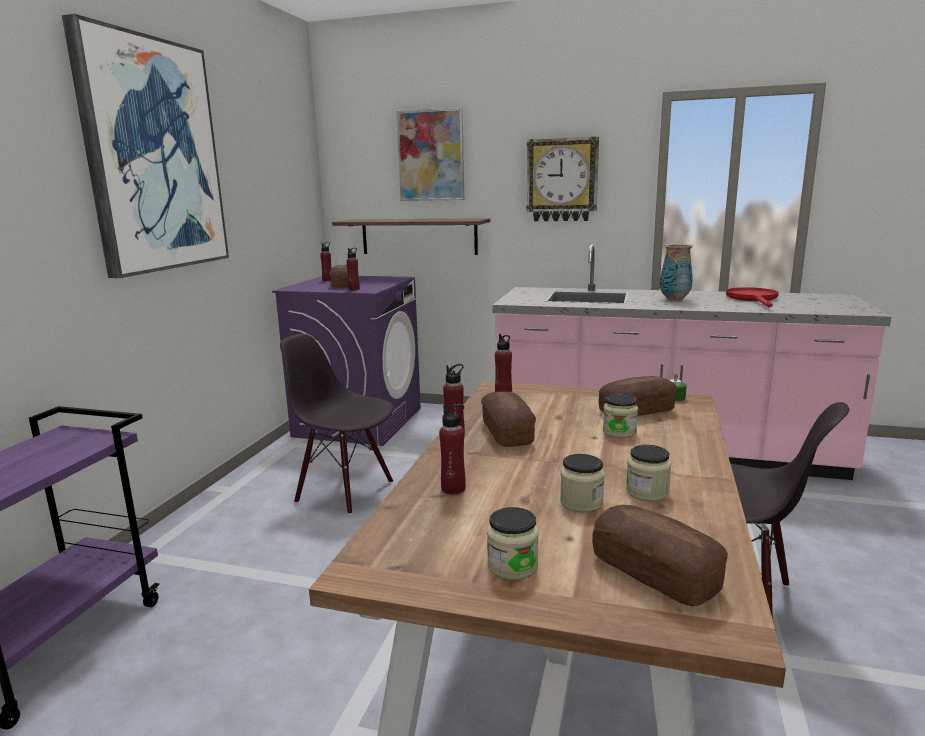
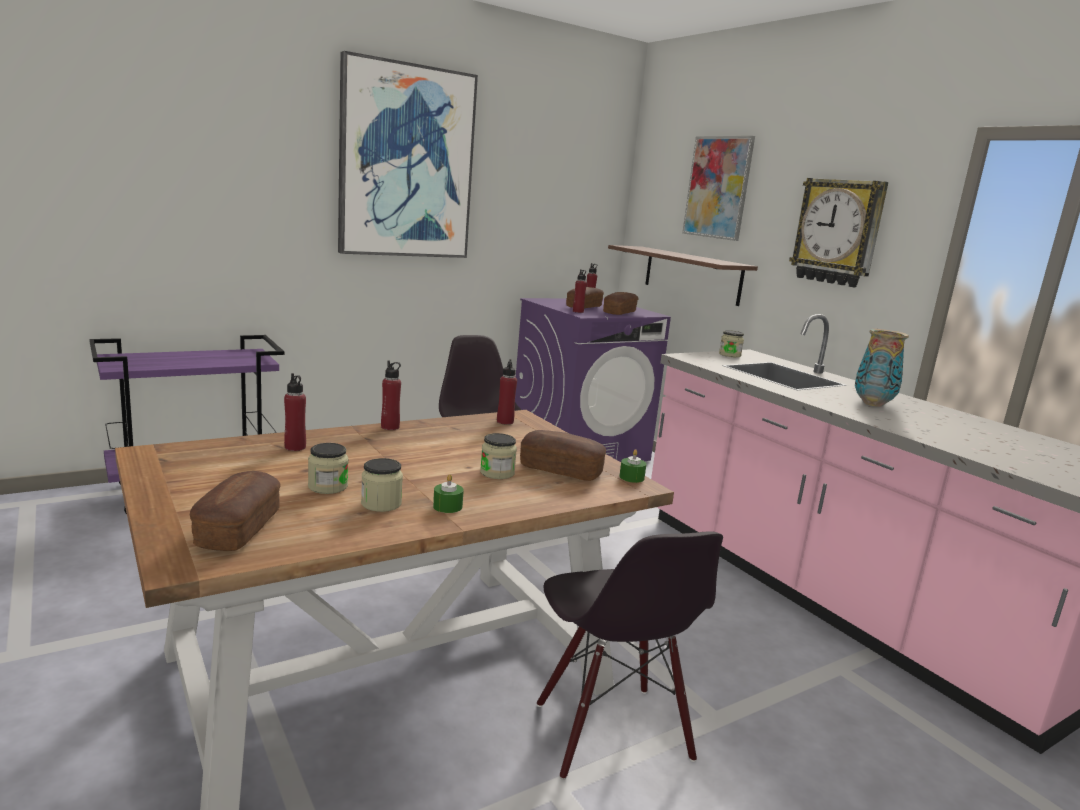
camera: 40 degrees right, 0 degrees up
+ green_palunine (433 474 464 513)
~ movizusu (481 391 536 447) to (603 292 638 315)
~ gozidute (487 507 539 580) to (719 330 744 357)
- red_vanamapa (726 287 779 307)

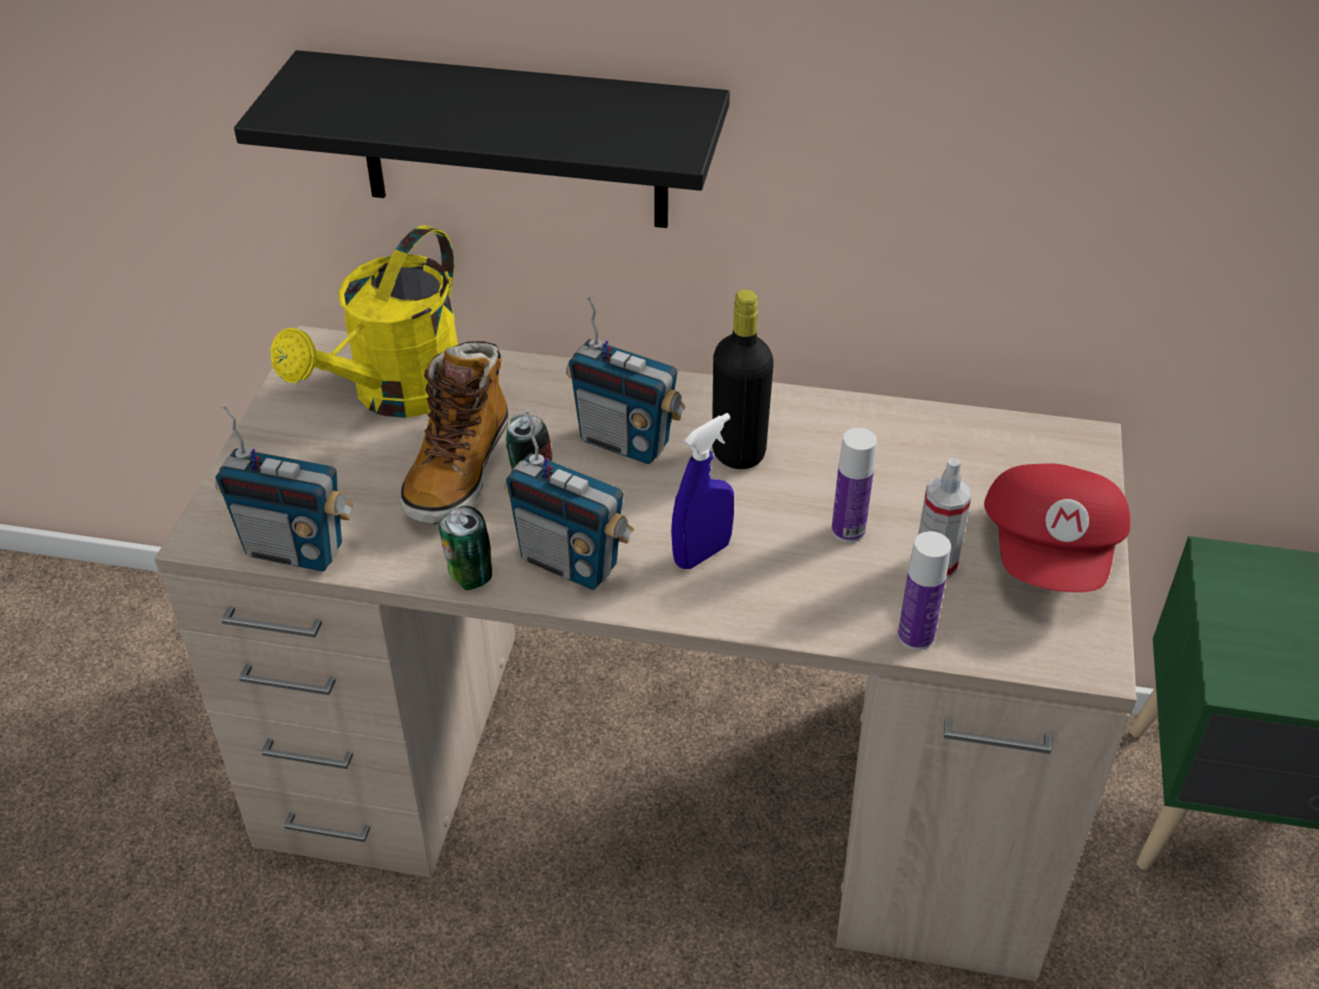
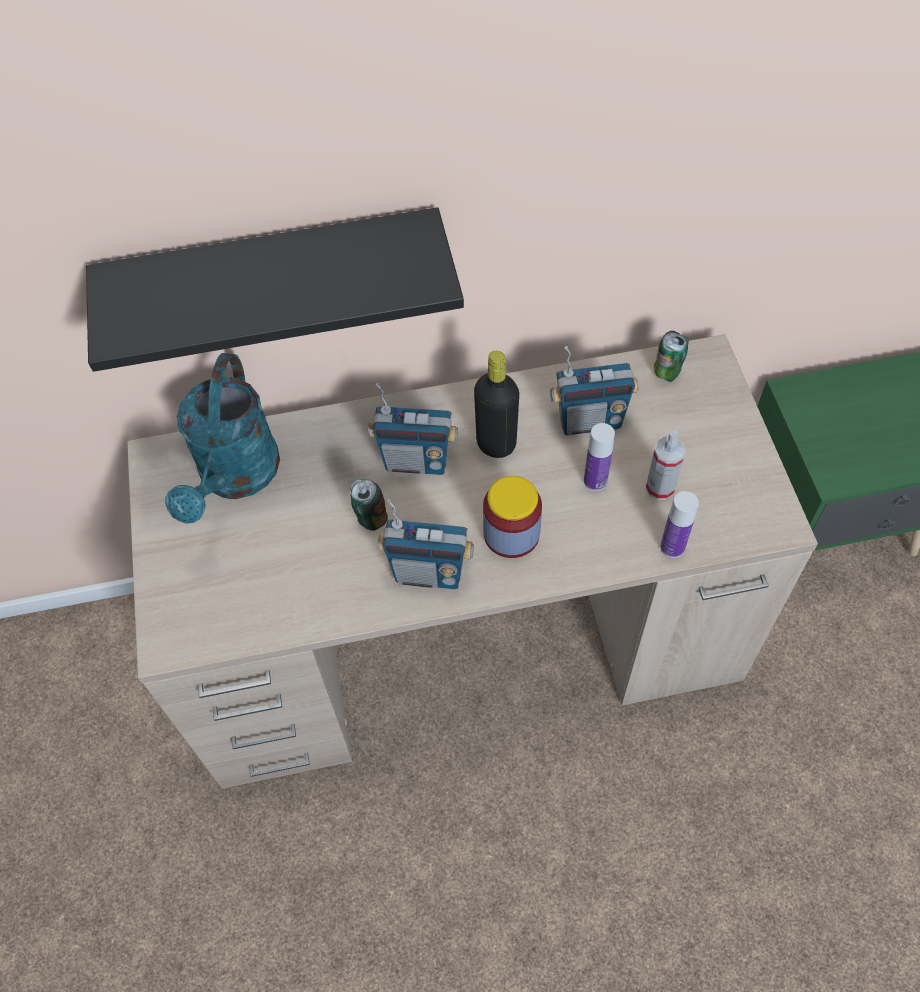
camera: 20 degrees left, 15 degrees up
~ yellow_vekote (270 225 458 418) to turquoise_vekote (165 353 280 524)
~ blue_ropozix (671 413 734 569) to gozidute (483 476 542 558)
~ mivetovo (215 404 353 571) to (550 346 639 435)
~ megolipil (439 506 492 590) to (654 331 689 382)
- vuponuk (400 341 509 525)
- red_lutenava (984 463 1130 592)

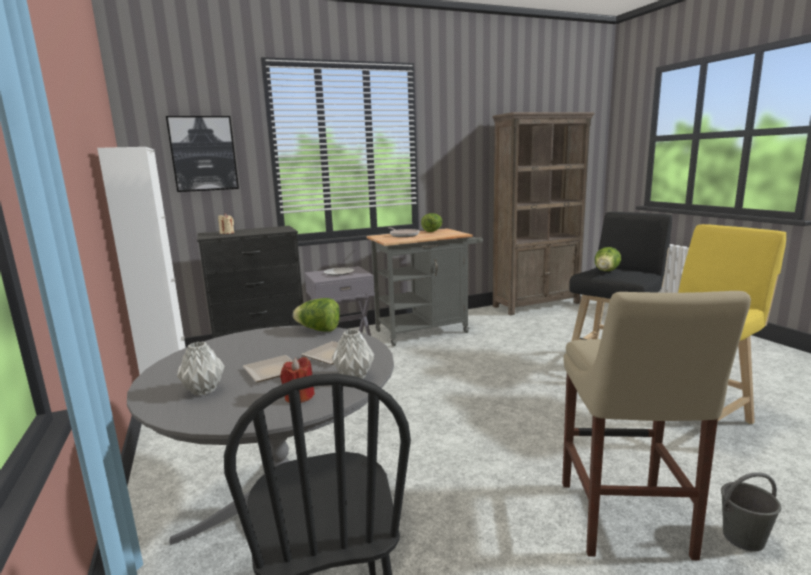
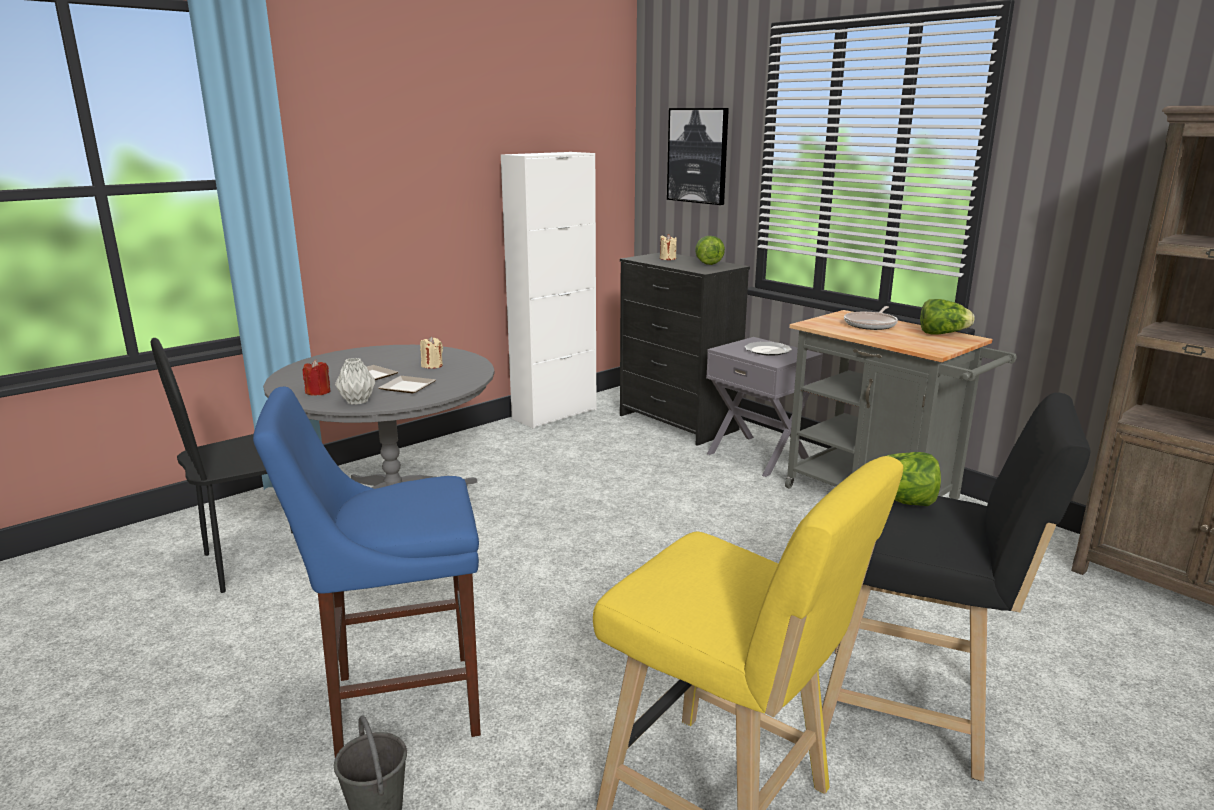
camera: 70 degrees right, 5 degrees up
~ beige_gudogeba (562 291 751 561) to blue_gudogeba (253 387 481 758)
+ beige_palunine (420 336 443 369)
~ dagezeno (293 298 340 332) to (695 236 725 265)
- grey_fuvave (177 342 225 396)

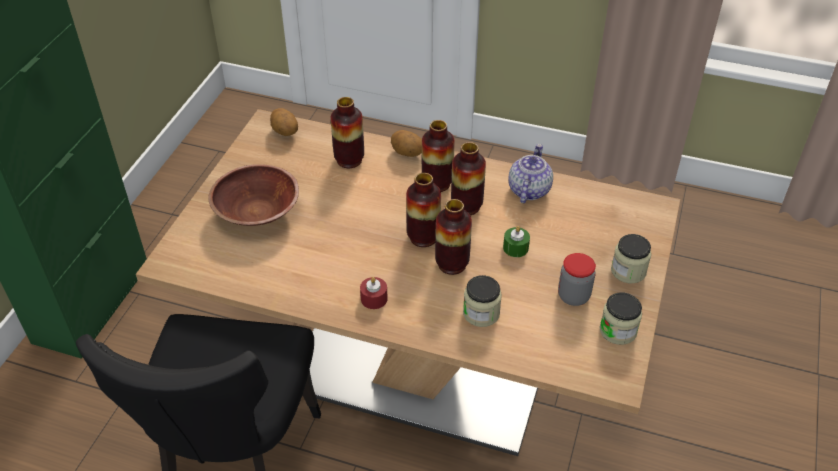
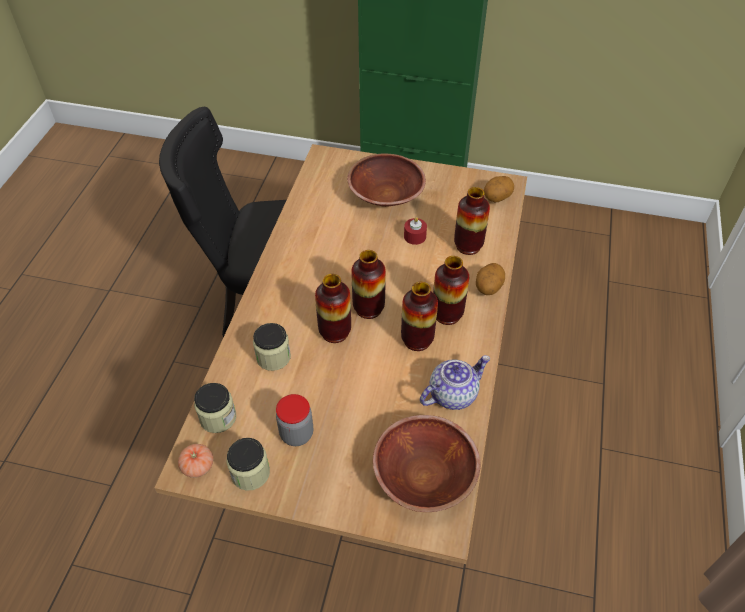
camera: 85 degrees right, 5 degrees up
+ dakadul (178 444 213 478)
~ gozidute (611 234 651 283) to (194 383 236 433)
+ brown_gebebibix (373 415 480 512)
~ red_palunine (360 277 388 309) to (404 217 427 245)
~ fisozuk (508 144 553 203) = (420 355 490 410) 45 degrees counterclockwise
- green_palunine (503 226 530 257)

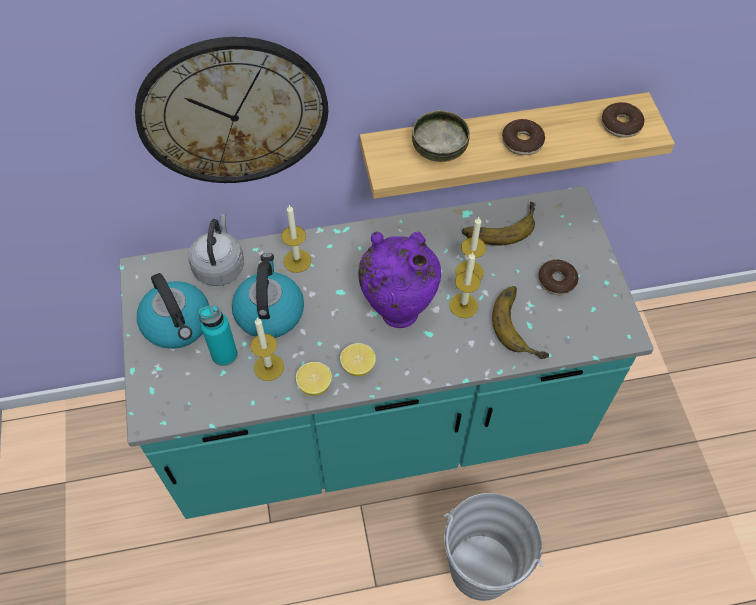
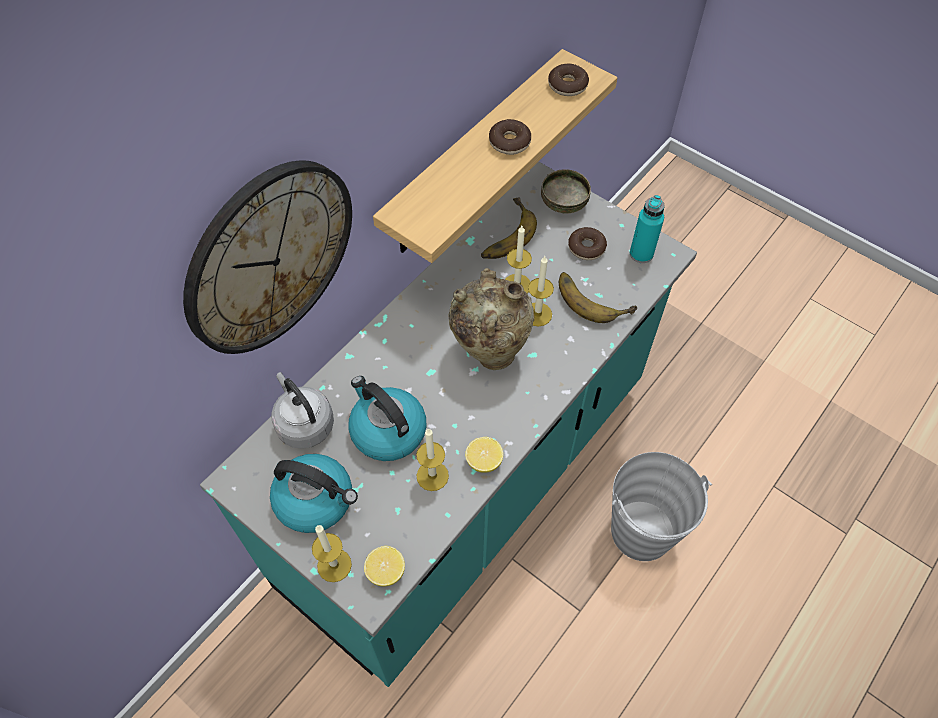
camera: 40 degrees left, 0 degrees up
~ palunine (281 205 311 273) to (312 525 352 582)
~ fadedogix (340 343 376 376) to (364 546 405 586)
~ purple_fuvave (358 232 441 328) to beige_fuvave (449 268 534 370)
~ gebebibix (412 110 470 162) to (541 169 591 213)
~ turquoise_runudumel (199 305 238 366) to (630 195 665 263)

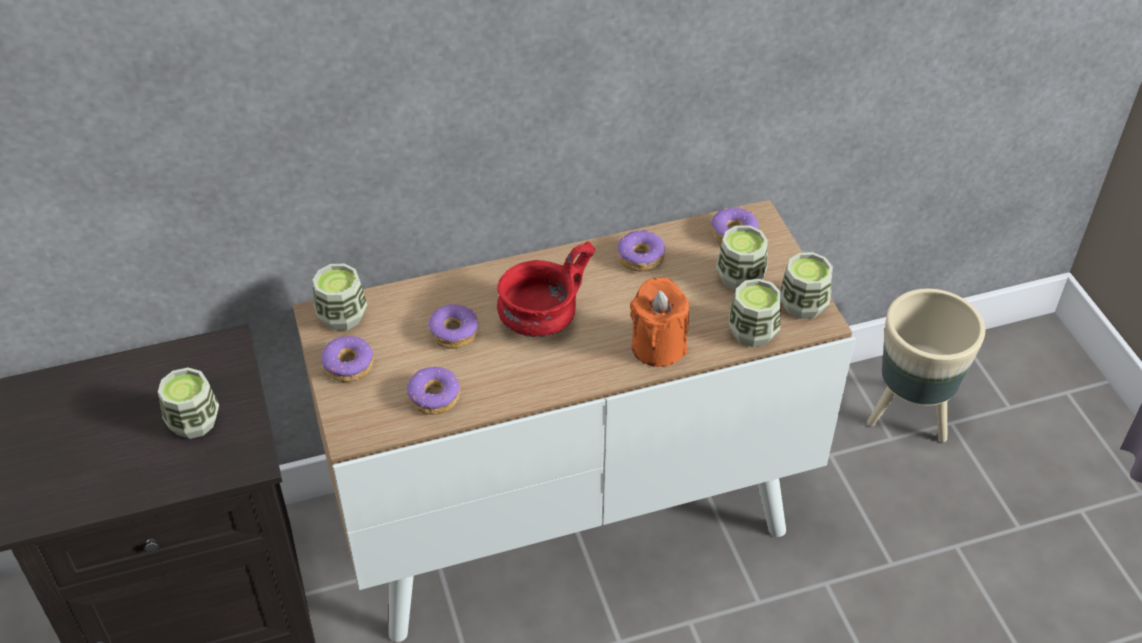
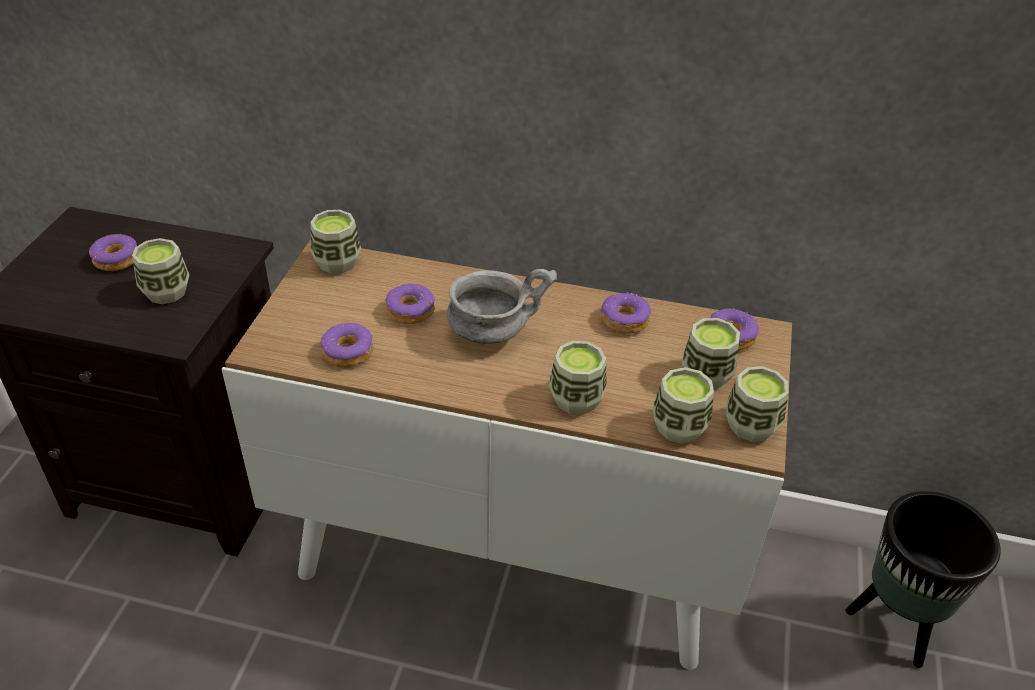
camera: 30 degrees right, 5 degrees down
~ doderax (321 336 374 382) to (89 234 137 271)
~ red_gebebibix (497 242 596 337) to grey_gebebibix (447 269 557 344)
~ orange_palunine (630 278 689 367) to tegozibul (549 341 607 415)
~ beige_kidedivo (867 288 985 442) to black_kidedivo (846 491 1001 668)

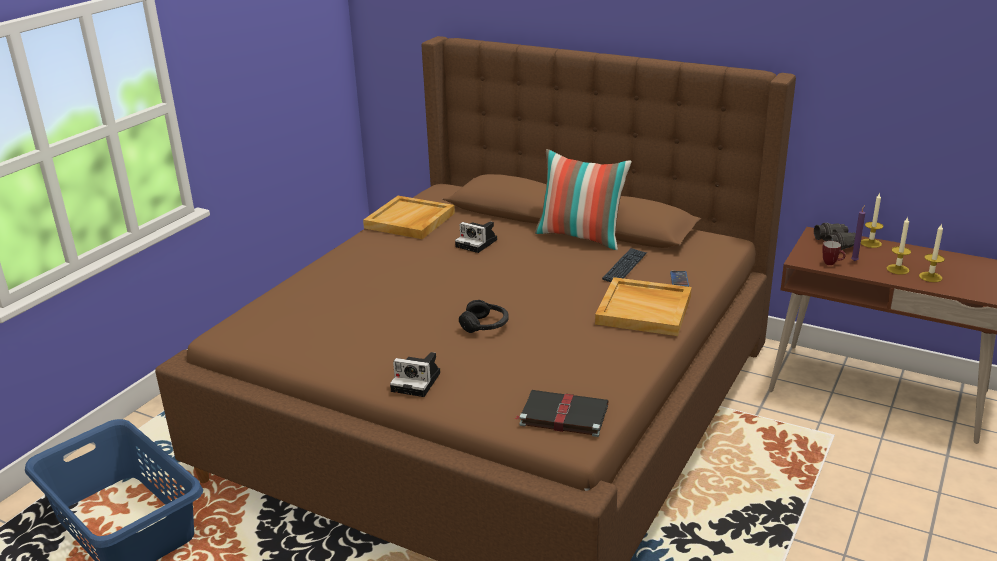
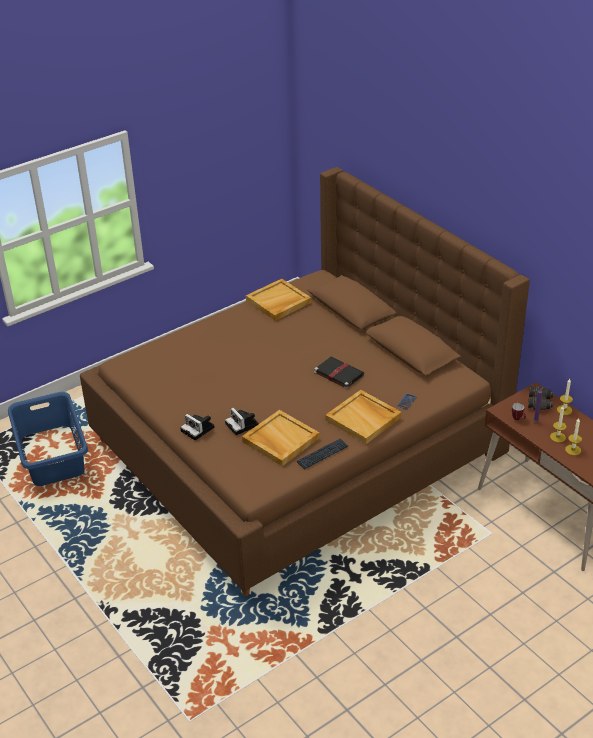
camera: 25 degrees right, 10 degrees up
~ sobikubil (455 221 497 253) to (225 408 259 435)
+ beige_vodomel (242 410 319 466)
~ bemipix (602 248 647 282) to (297 438 348 469)
~ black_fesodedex (515 390 608 437) to (314 357 364 389)
- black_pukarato (459 300 509 333)
- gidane (535 149 632 250)

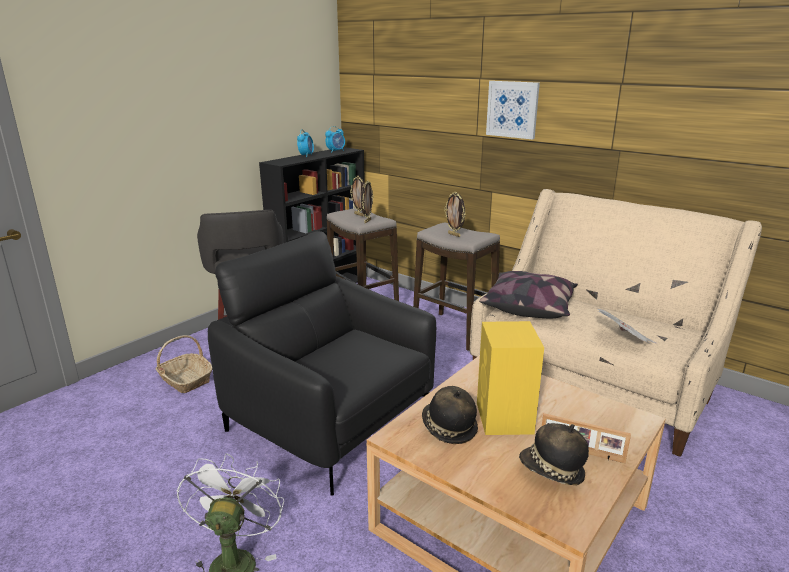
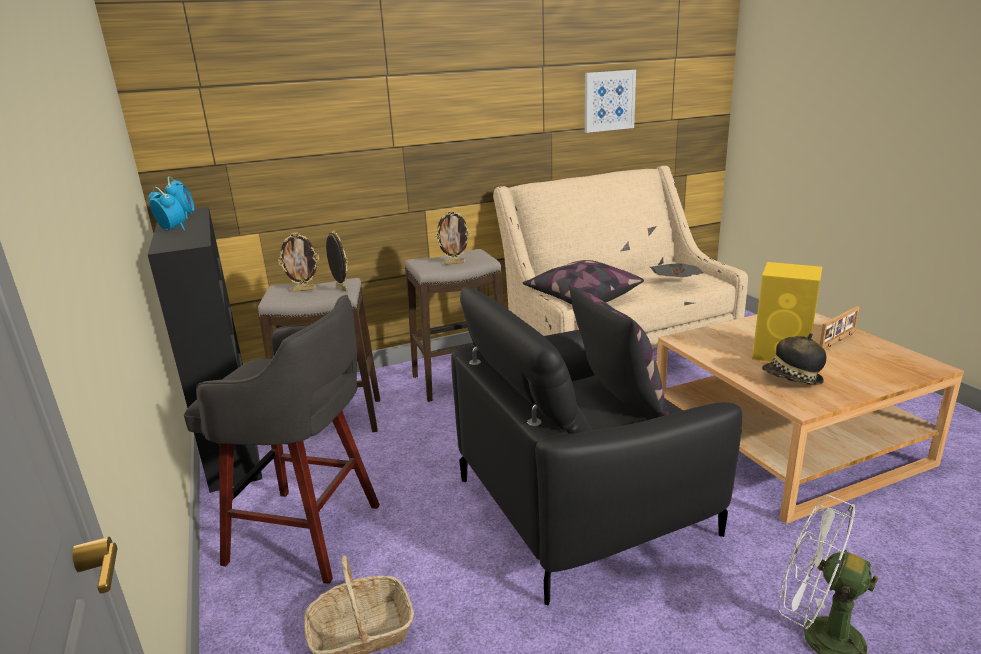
camera: 60 degrees left, 0 degrees up
+ gidane (569 284 669 418)
~ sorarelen (486 81 540 139) to (585 70 636 133)
- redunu (519 423 589 485)

